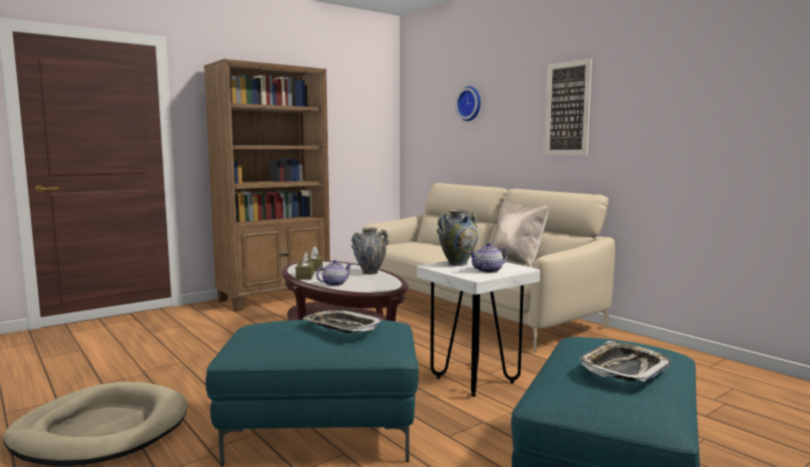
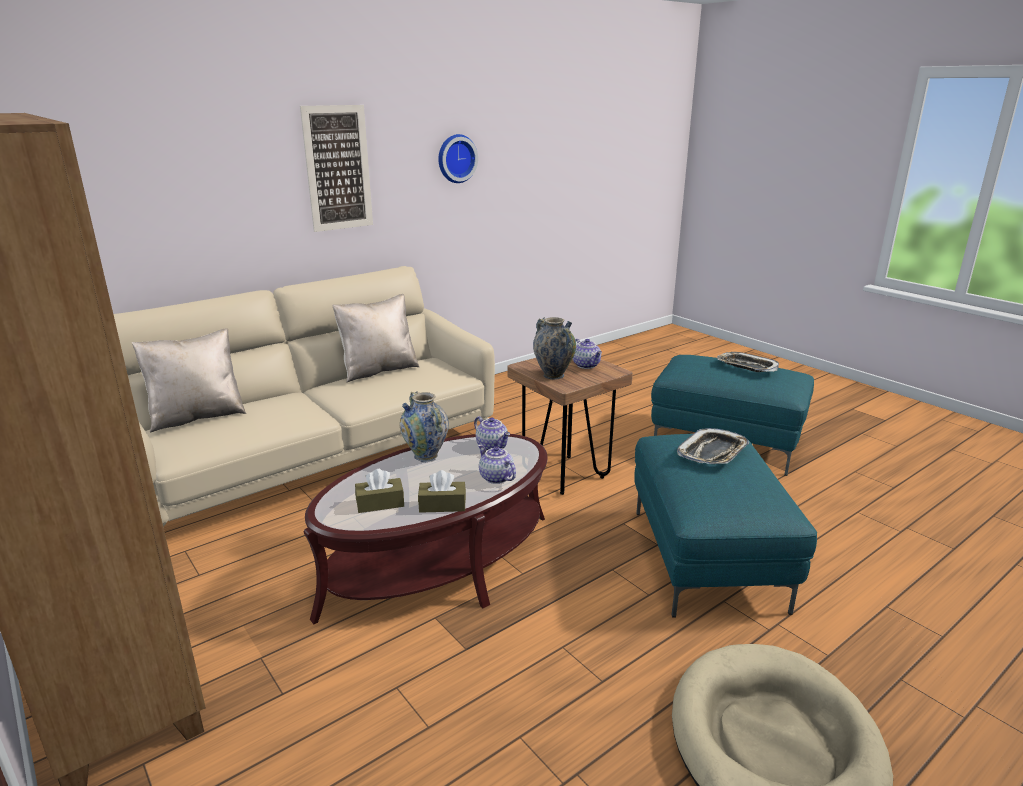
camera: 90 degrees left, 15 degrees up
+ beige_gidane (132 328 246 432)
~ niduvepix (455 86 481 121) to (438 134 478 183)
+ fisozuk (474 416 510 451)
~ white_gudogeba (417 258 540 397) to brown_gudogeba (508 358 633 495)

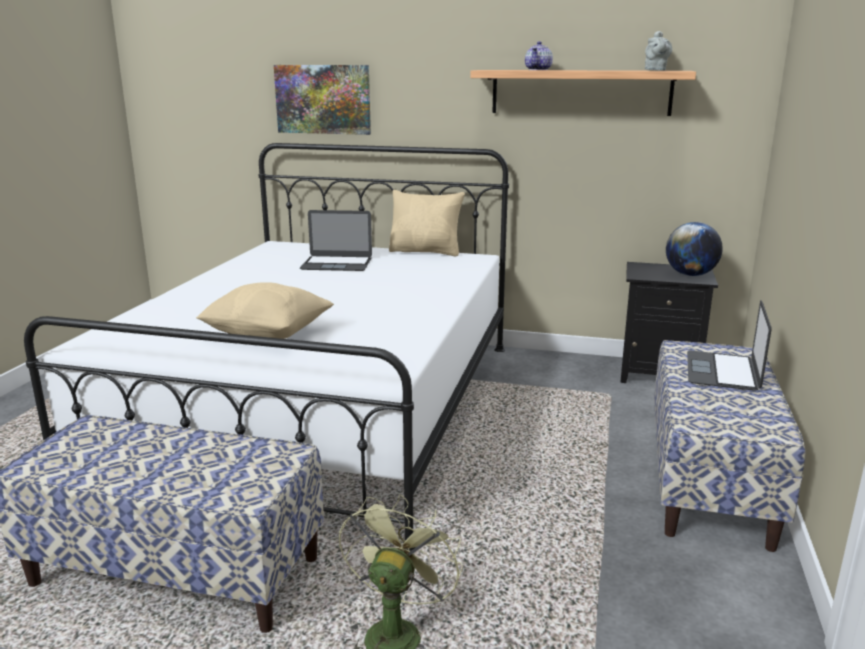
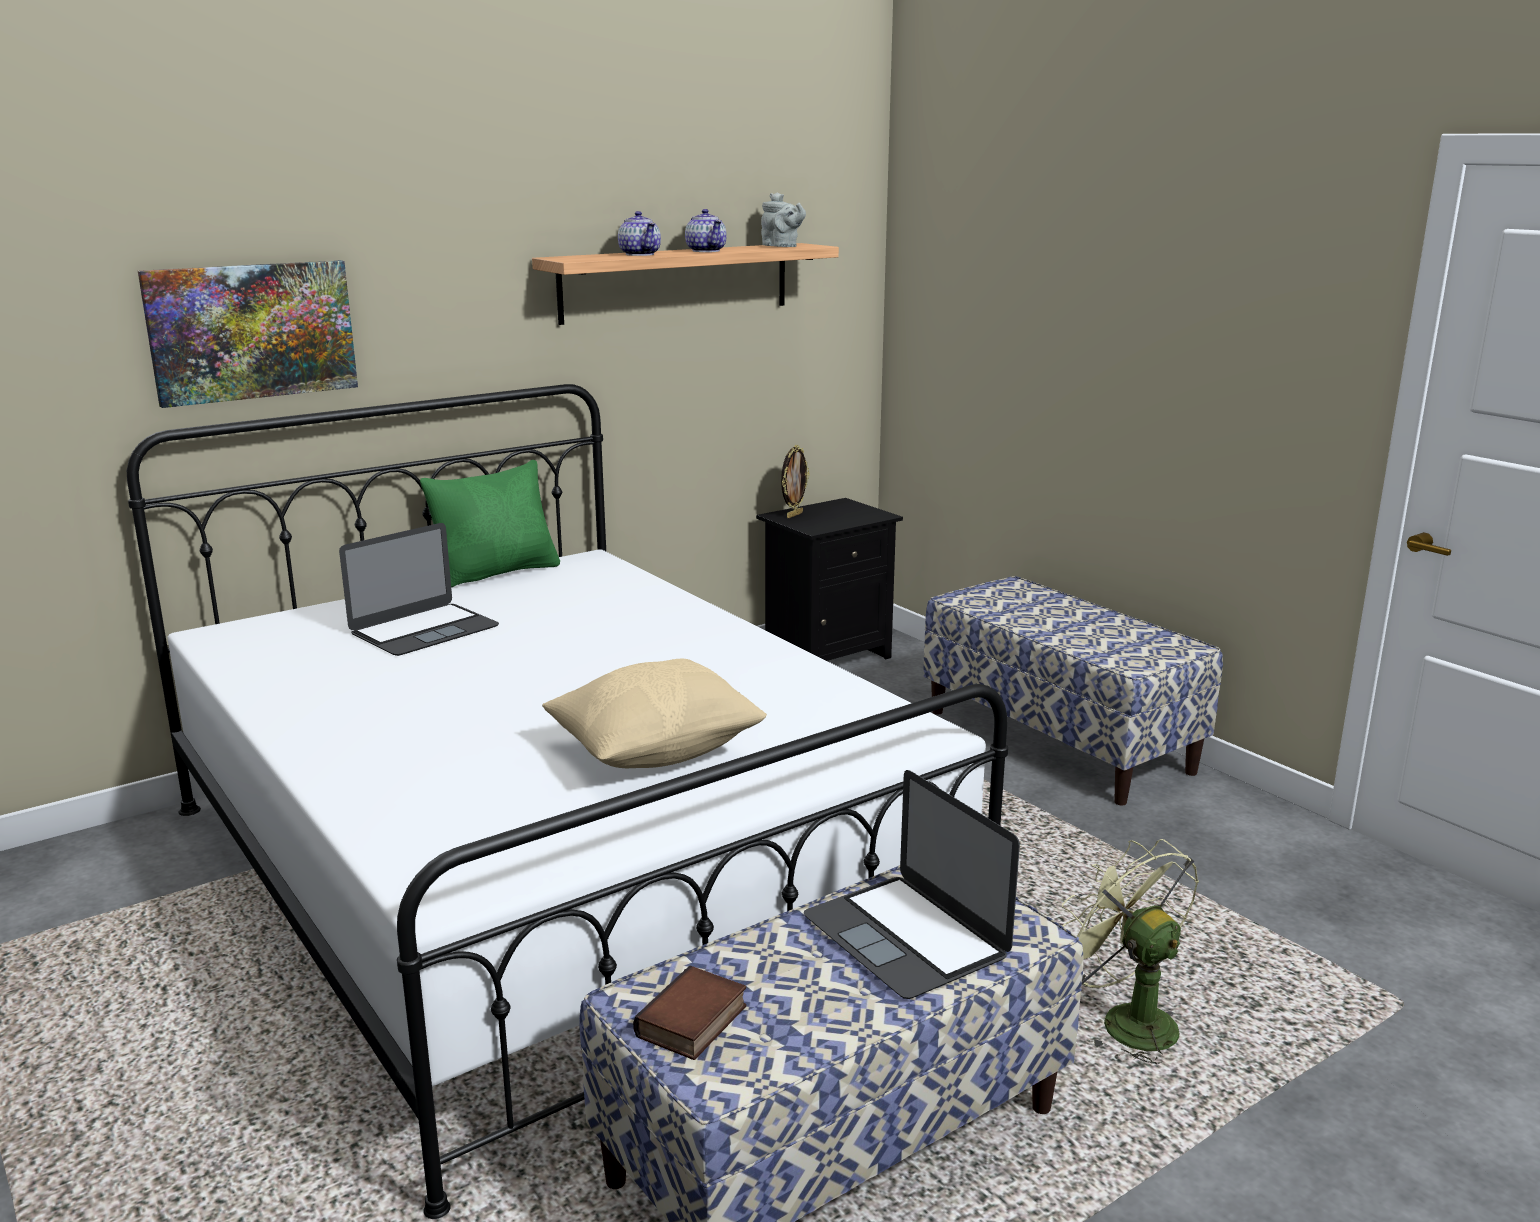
camera: 50 degrees left, 0 degrees up
~ beige_gidane (389 190 465 257) to green_gidane (420 460 560 587)
+ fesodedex (633 966 746 1060)
+ fisozuk (685 209 727 252)
+ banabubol (781 445 810 518)
~ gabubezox (687 300 772 391) to (804 770 1020 999)
- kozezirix (666 222 723 276)

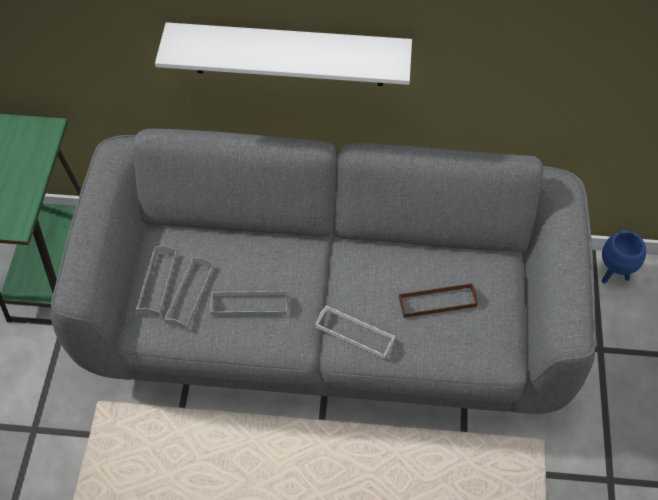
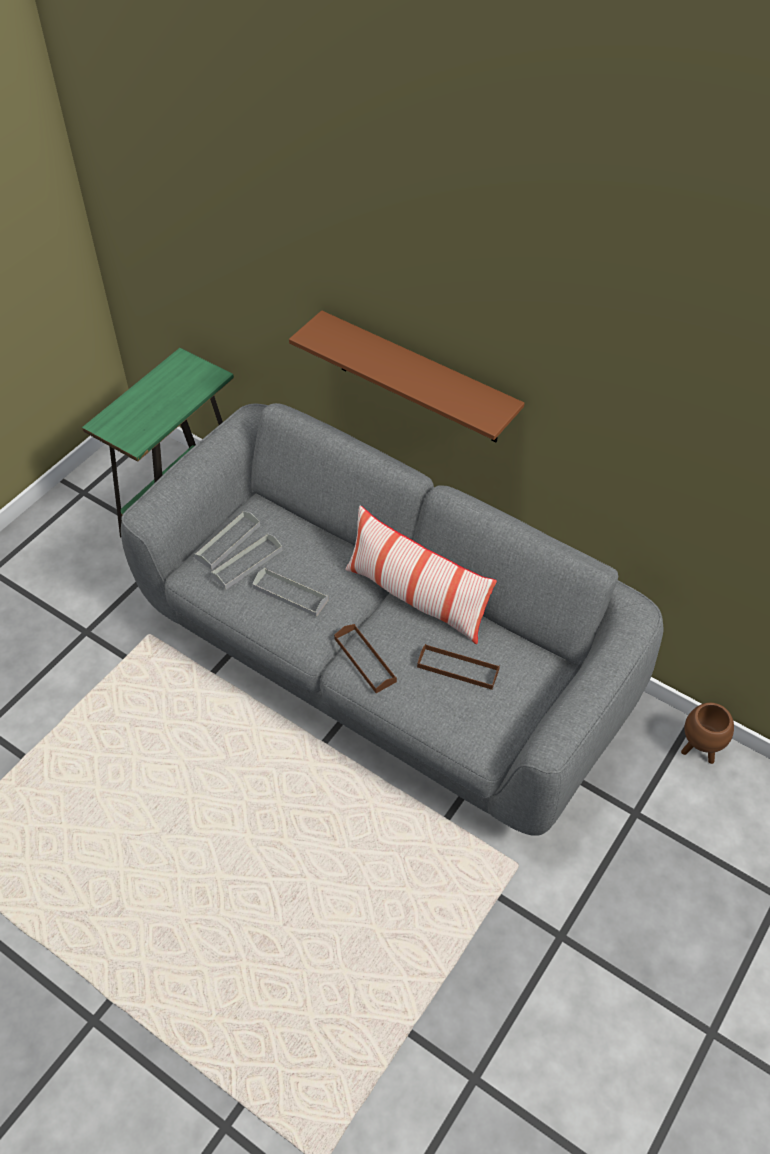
camera: 30 degrees right, 5 degrees down
~ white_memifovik (155 22 412 86) to brown_memifovik (289 310 524 442)
~ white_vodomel (316 305 395 358) to brown_vodomel (334 624 397 693)
+ gidane (345 505 497 644)
~ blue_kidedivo (602 231 646 283) to brown_kidedivo (681 703 734 764)

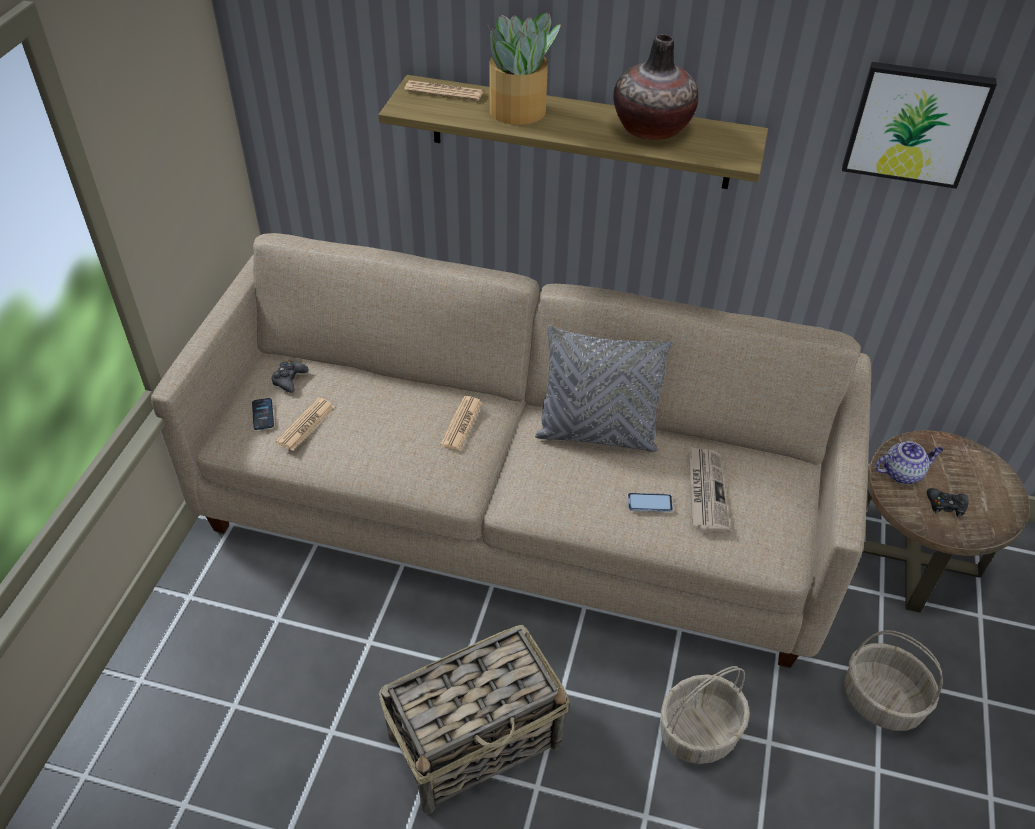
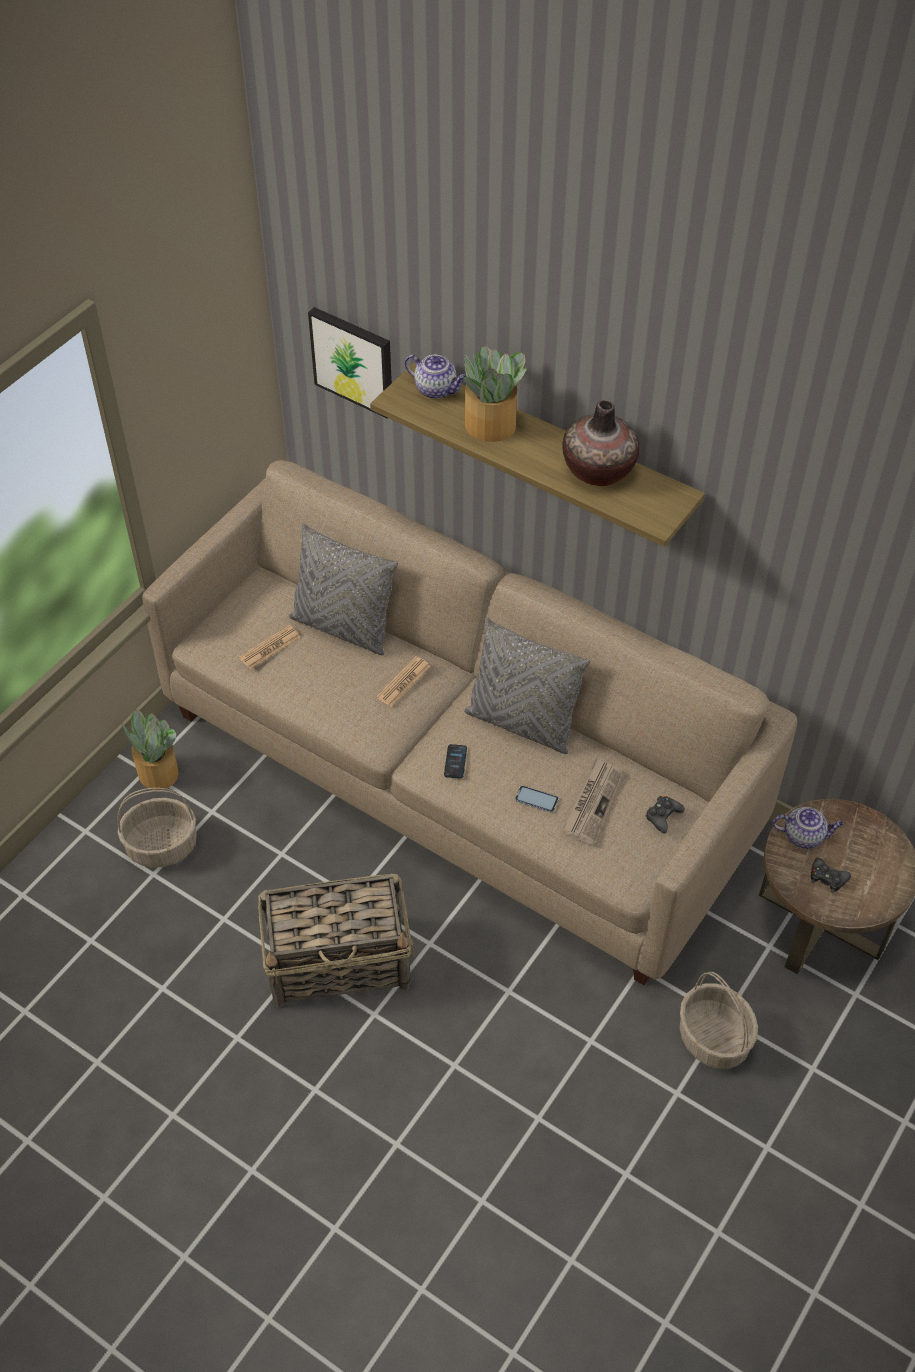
camera: 20 degrees right, 5 degrees up
~ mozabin (660 666 750 764) to (117 788 197 868)
+ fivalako (121 709 179 790)
+ grey_gidane (289 523 398 655)
~ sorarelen (842 62 997 189) to (308 307 392 418)
~ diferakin (404 80 483 101) to fisozuk (405 354 467 399)
~ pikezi (252 398 274 430) to (444 744 467 779)
~ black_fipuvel (272 360 309 393) to (646 796 685 834)

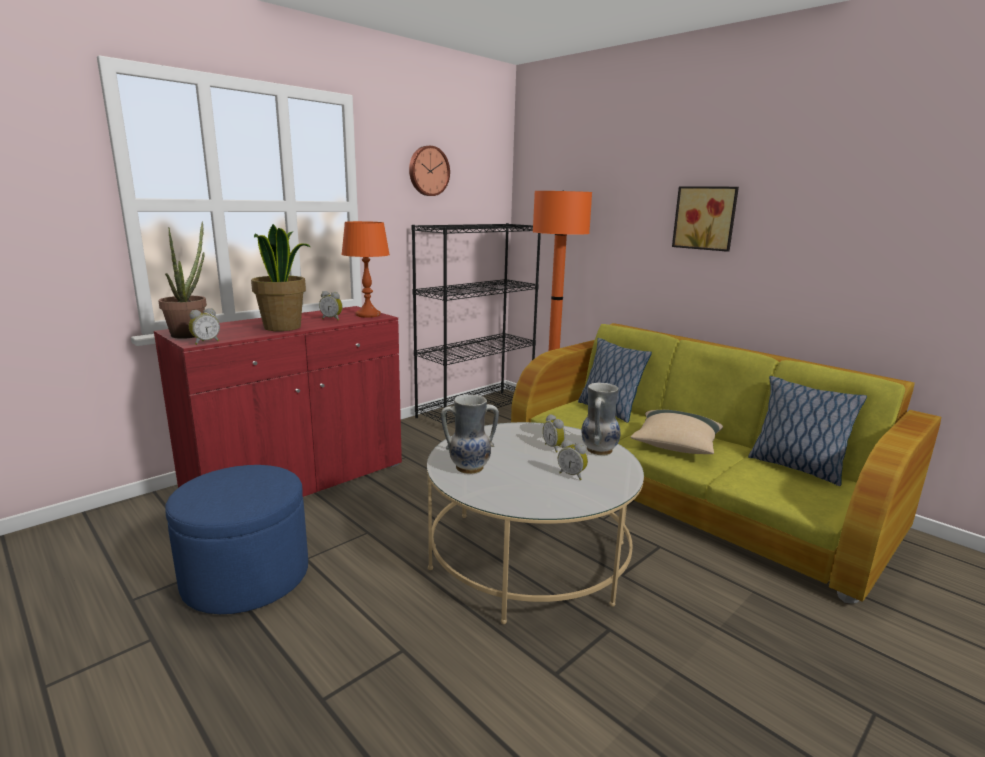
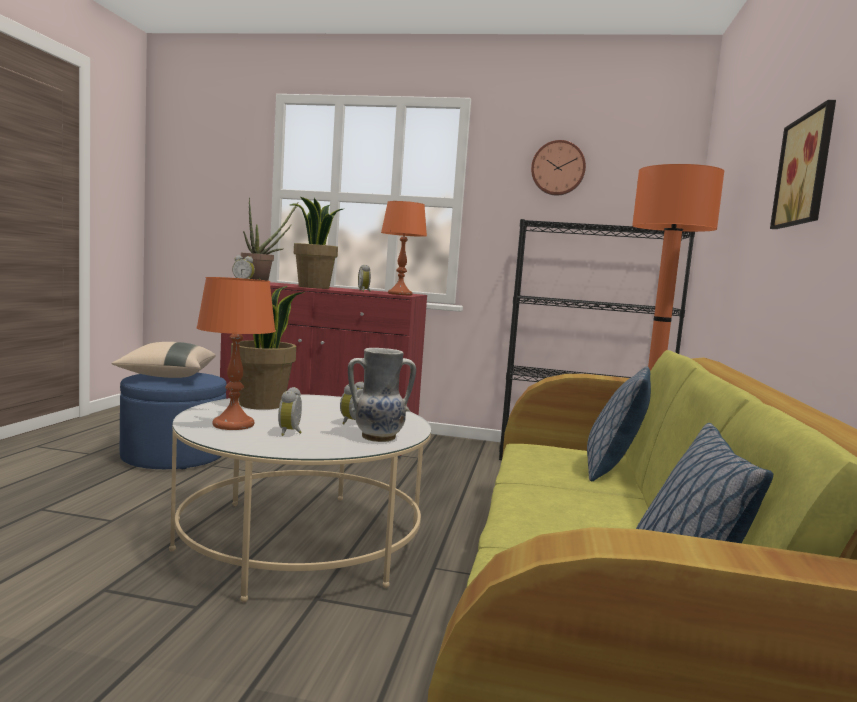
camera: 55 degrees right, 10 degrees down
~ beige_gidane (630 410 723 454) to (112 342 215 378)
+ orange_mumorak (196 277 276 430)
~ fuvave (441 394 499 474) to fivalako (231 279 304 410)

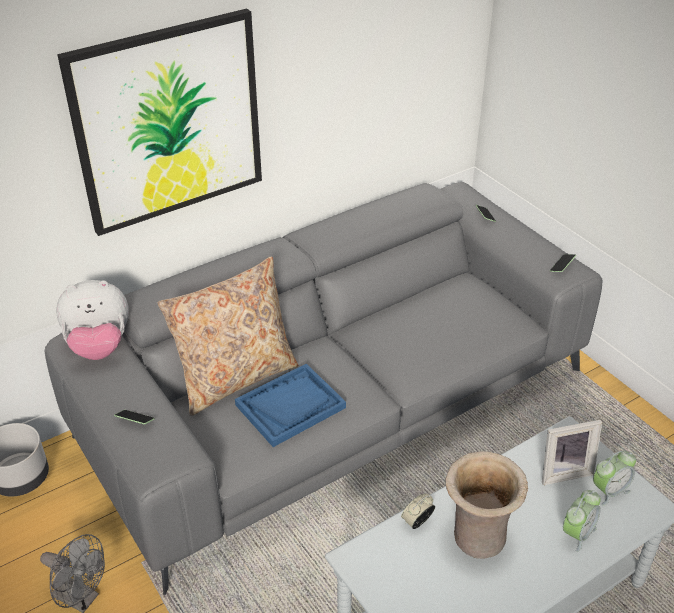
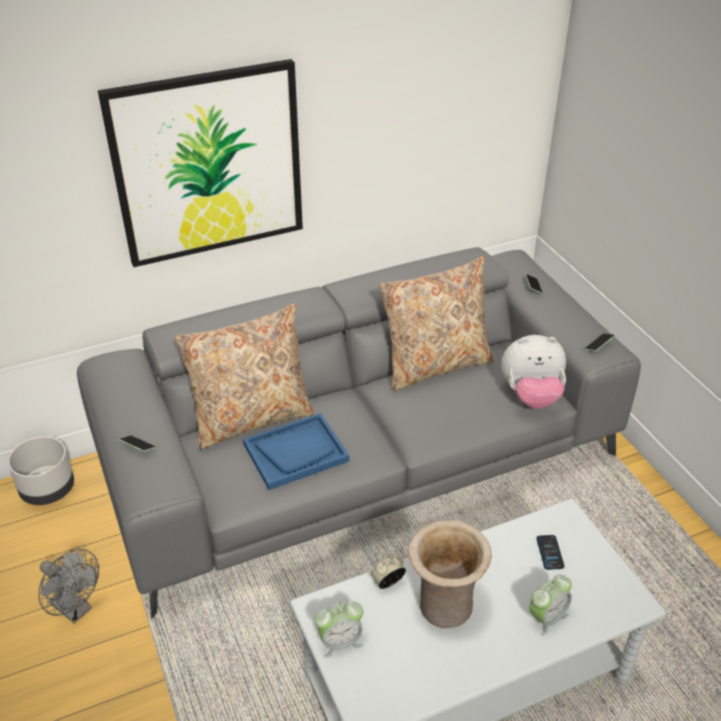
camera: 10 degrees right, 0 degrees up
~ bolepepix (593 451 636 506) to (315 601 363 658)
+ beige_gidane (379 257 494 392)
~ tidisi (56 280 129 360) to (501 335 566 409)
~ banabubol (542 420 602 485) to pikezi (537 535 564 570)

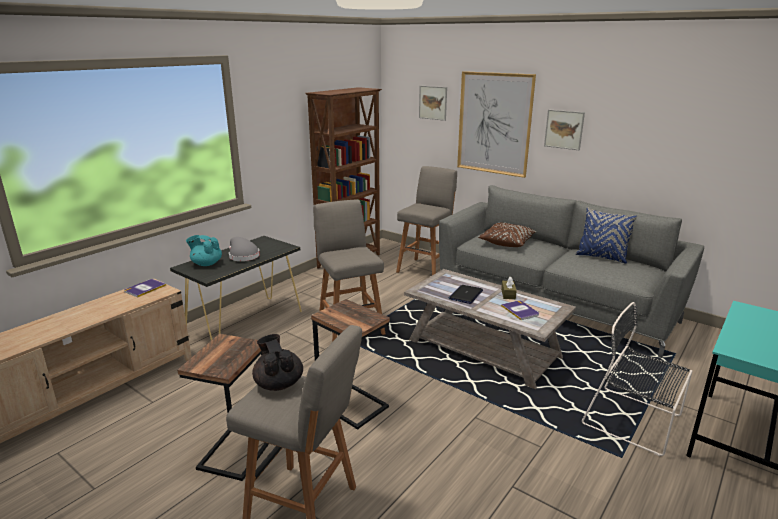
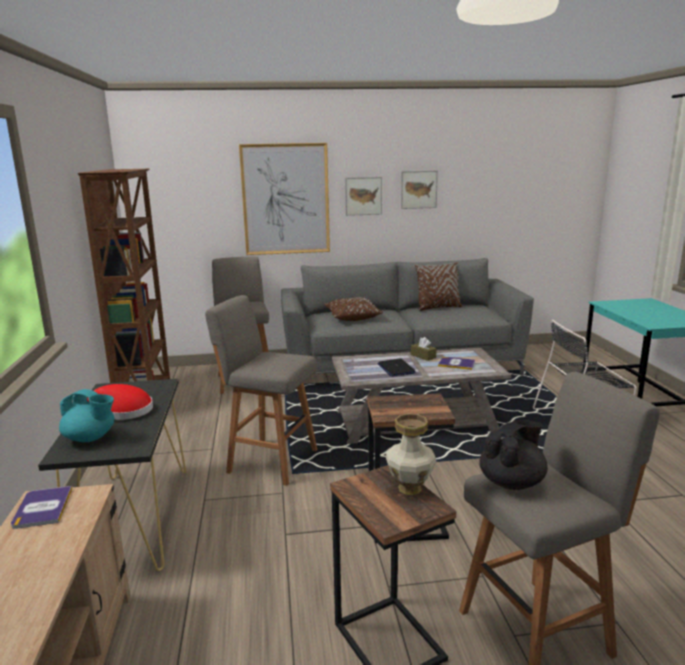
camera: 45 degrees left, 5 degrees down
~ turquoise_fisozuk (186 235 222 266) = (59 389 114 442) 135 degrees counterclockwise
~ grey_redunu (229 237 260 261) to red_redunu (87 384 153 420)
+ fuvave (385 414 436 495)
~ sorarelen (419 86 447 121) to (401 170 438 209)
~ blue_gidane (576 207 637 263) to brown_gidane (415 262 462 311)
~ black_fisozuk (252 334 303 391) = (479 420 548 490) 120 degrees clockwise

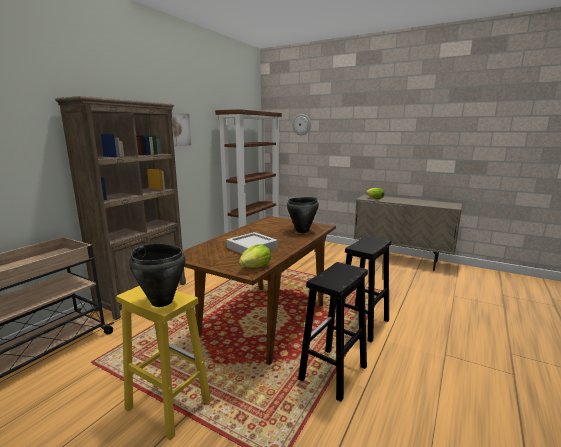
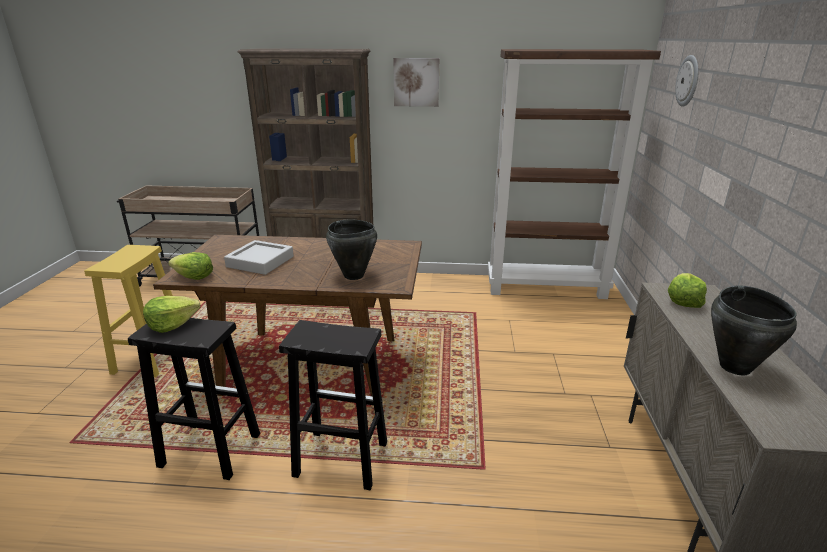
camera: 65 degrees right, 10 degrees up
+ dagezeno (143 296 201 333)
~ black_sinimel (129 243 185 307) to (711 285 797 375)

